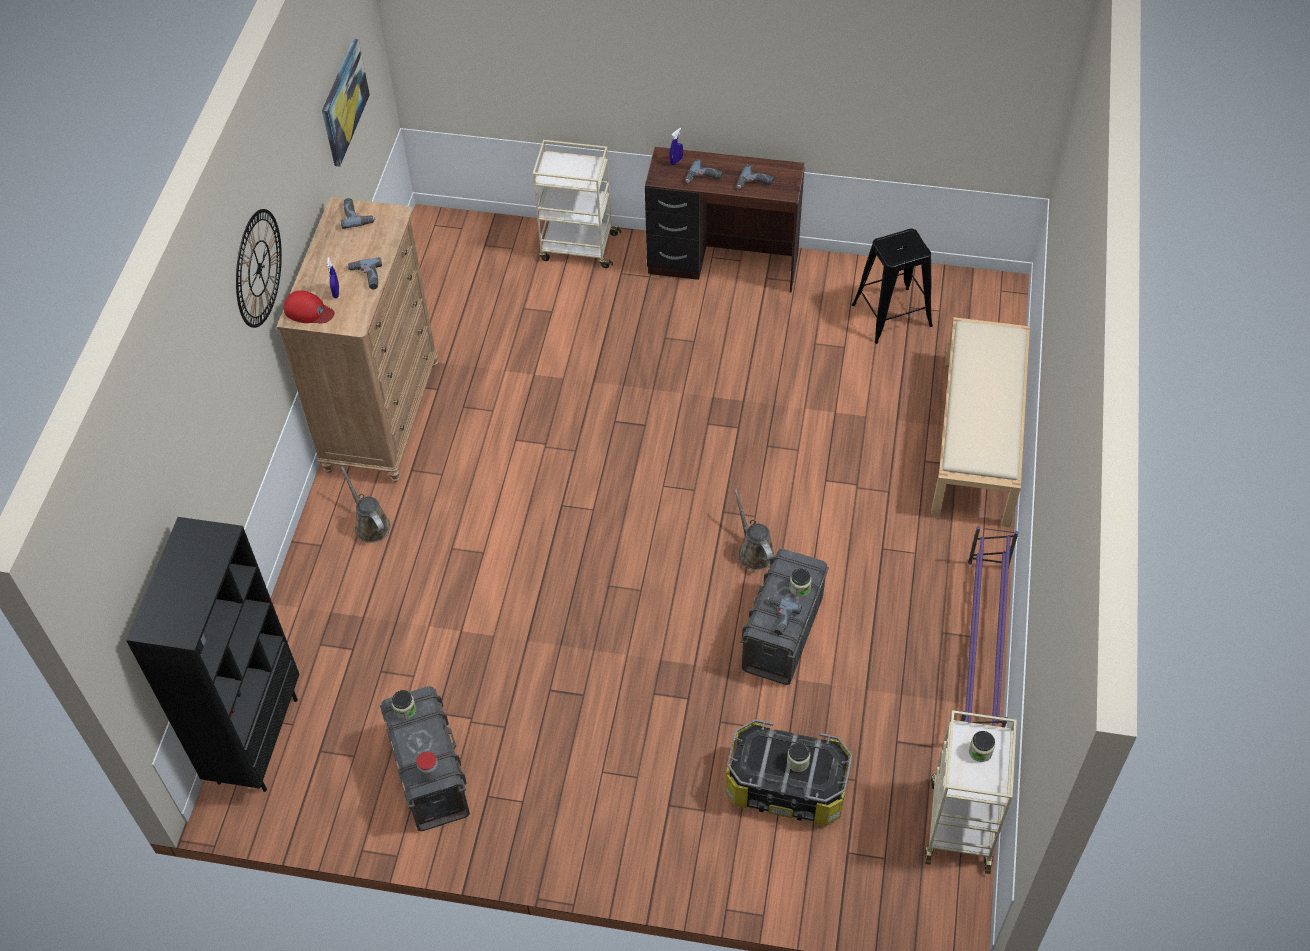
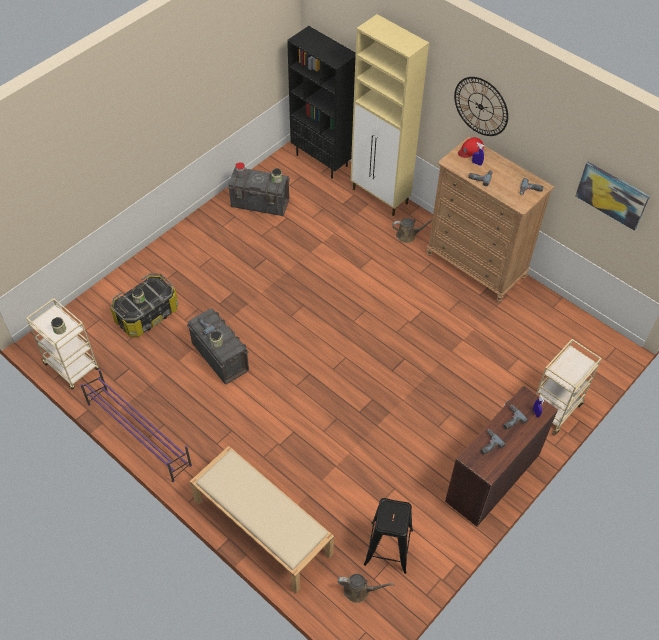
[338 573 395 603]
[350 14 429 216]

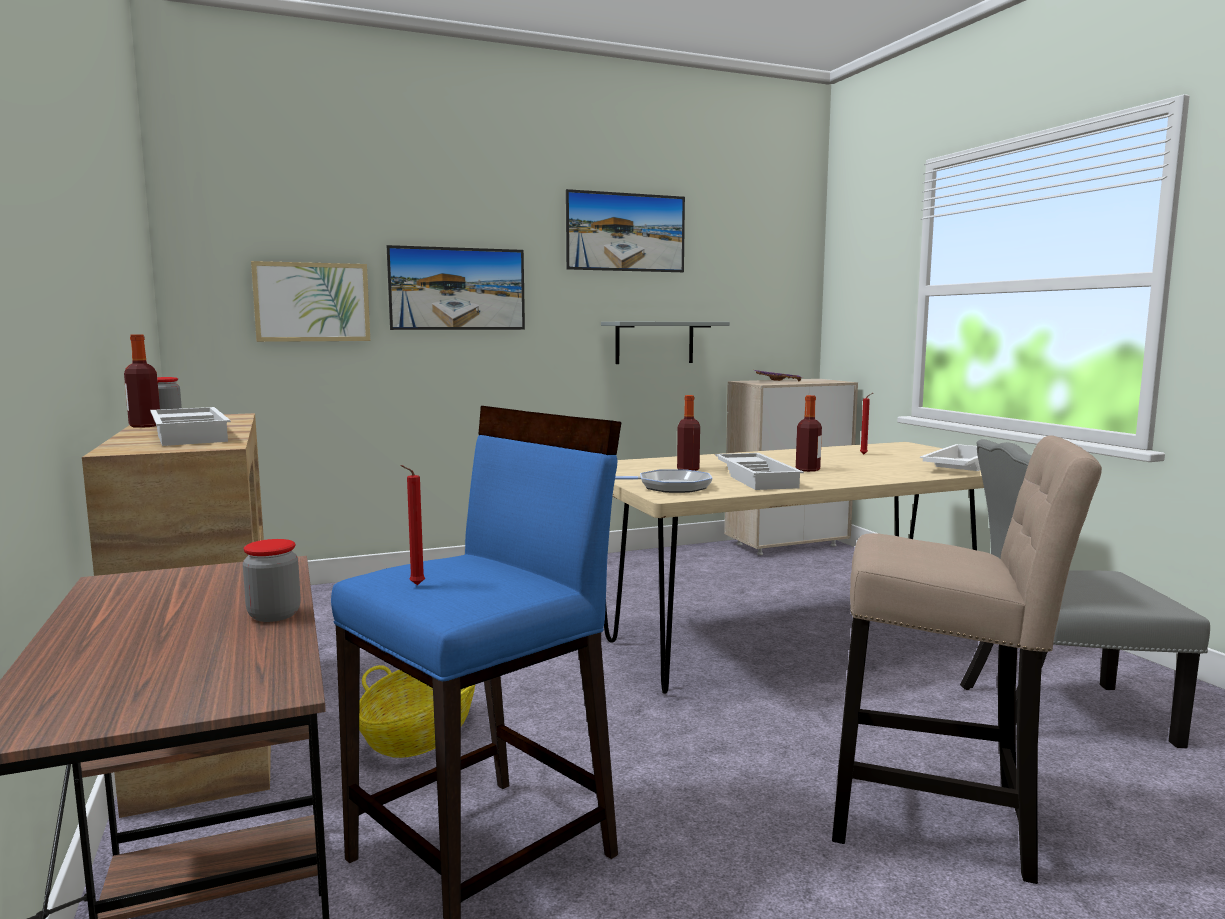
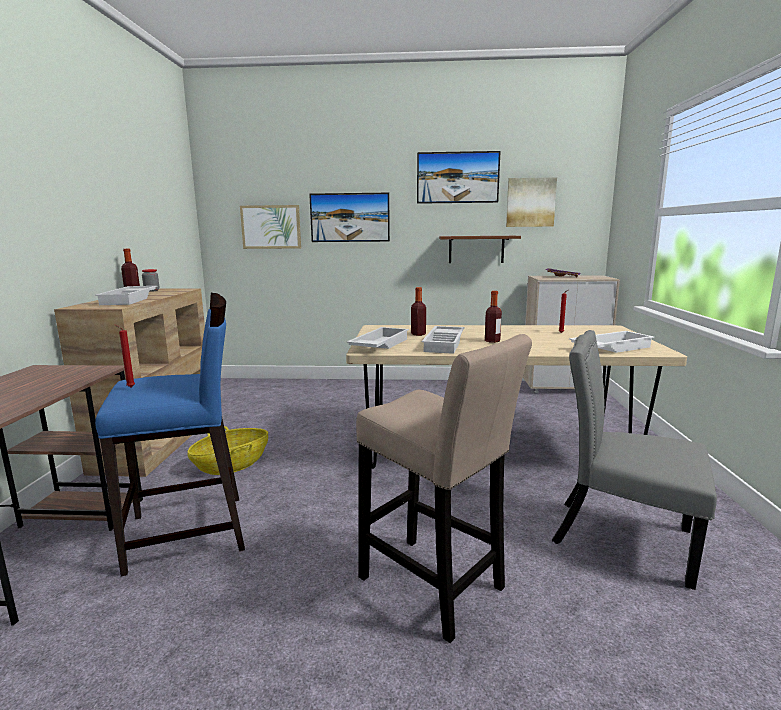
[346 327 409 349]
[439 236 521 263]
[506 177 557 227]
[243 539 301 622] (first image)

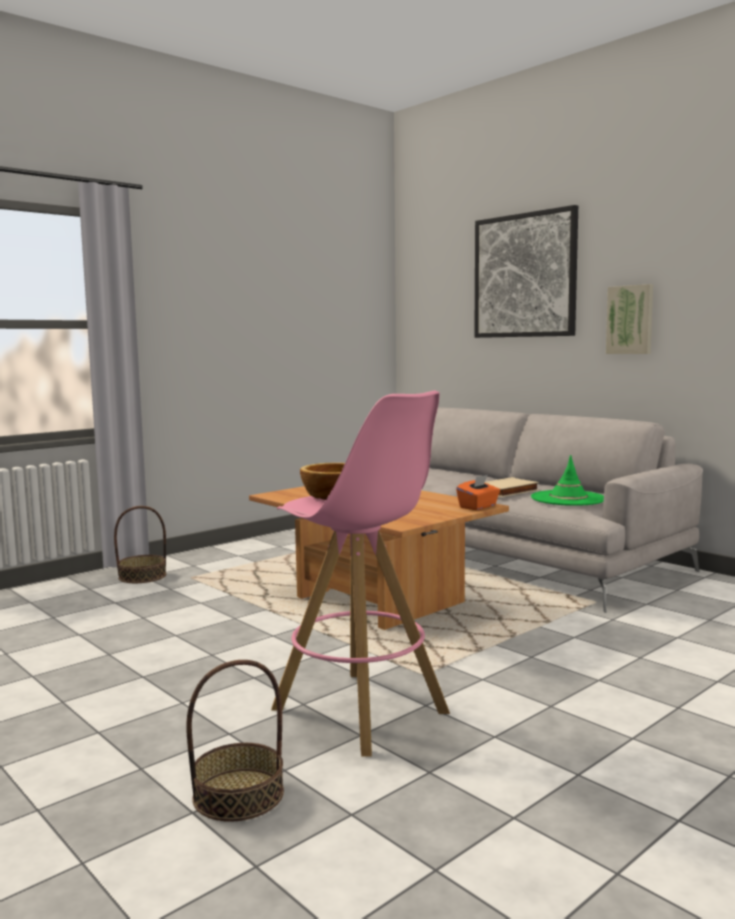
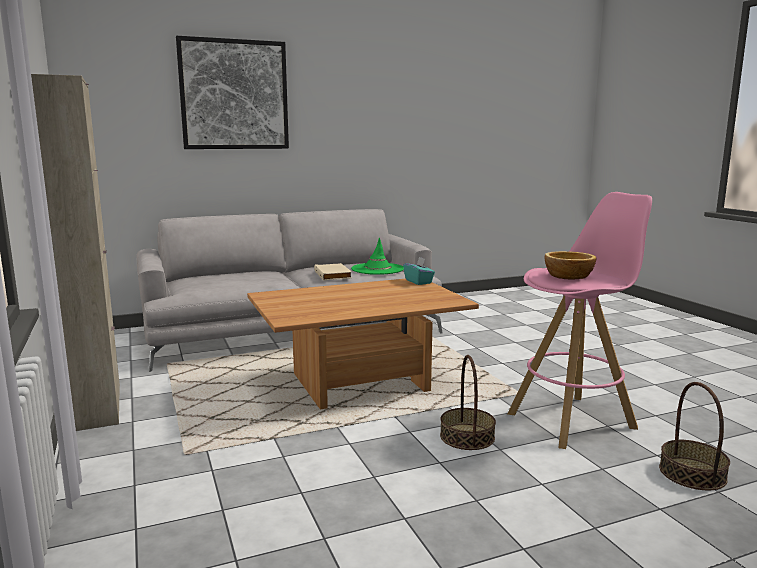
[31 74 120 431]
[403 257 435 285]
[440 355 496 450]
[606 284 653 354] (first image)

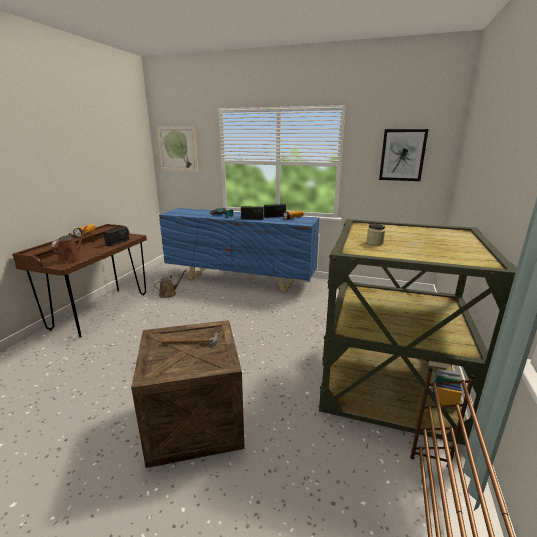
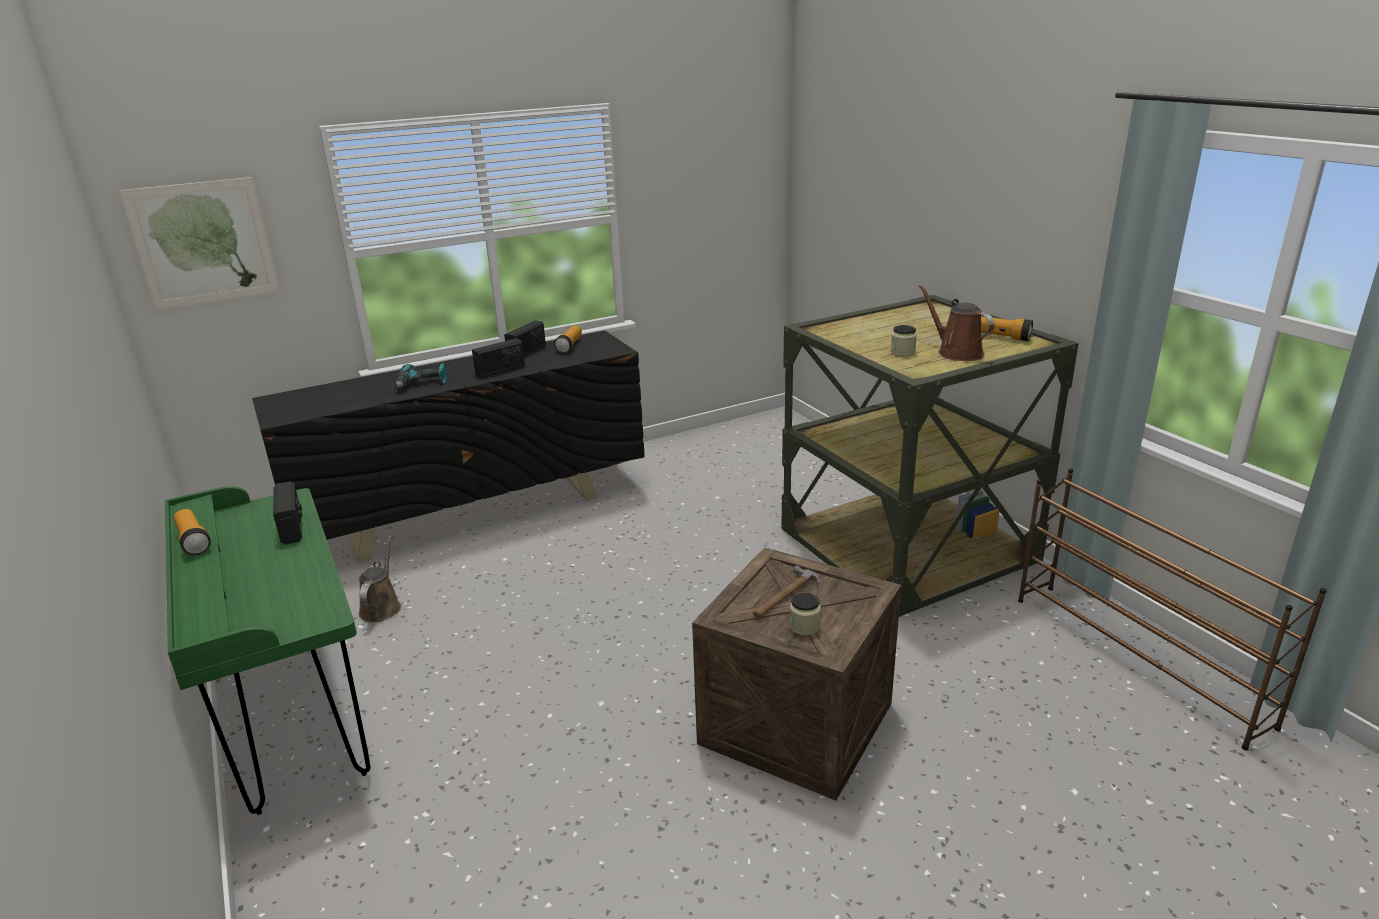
[165 486 371 815]
[252 331 645 563]
[789 593 821 635]
[919 284 994 361]
[981 316 1033 341]
[379 129 428 181] (first image)

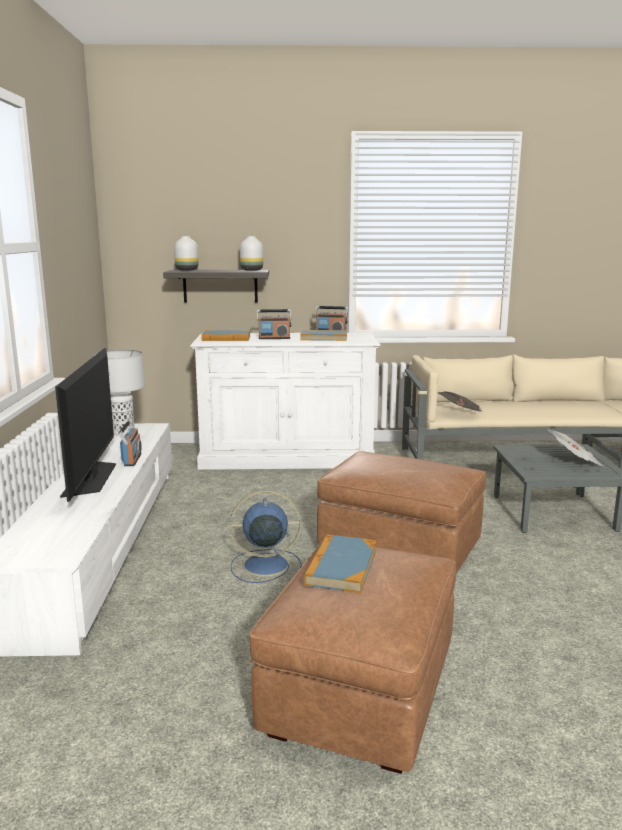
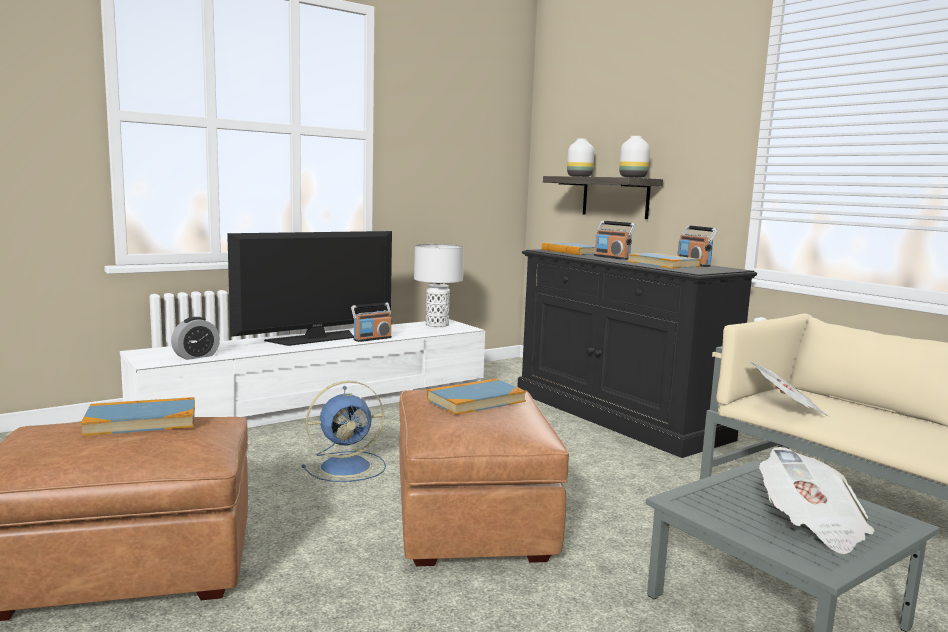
[171 317 220 360]
[302 381 386 482]
[427 379 526 415]
[517 249 757 458]

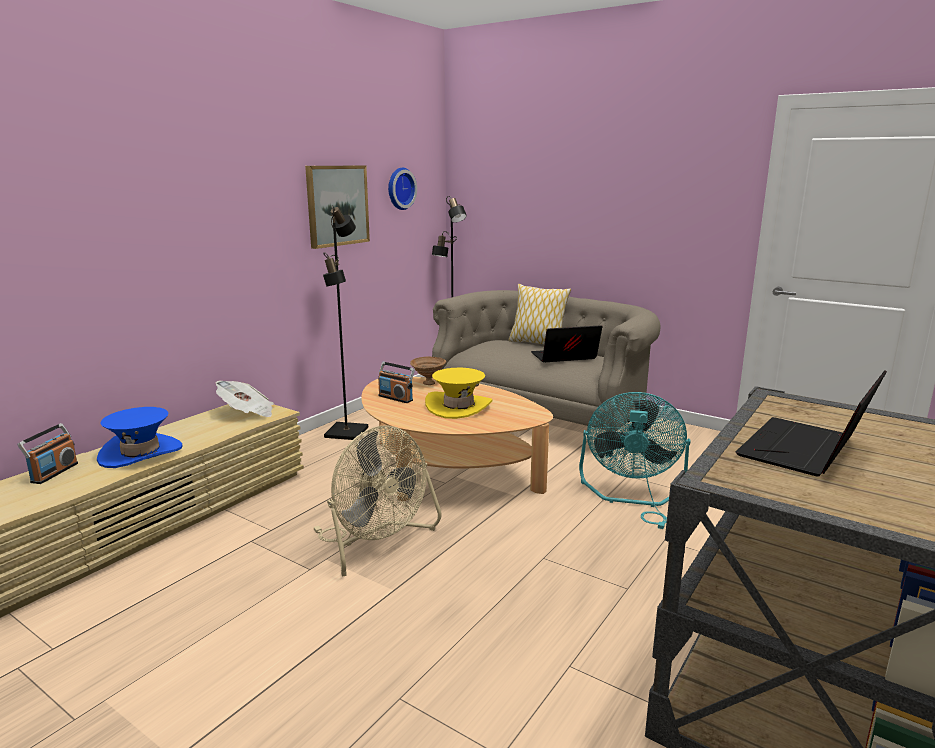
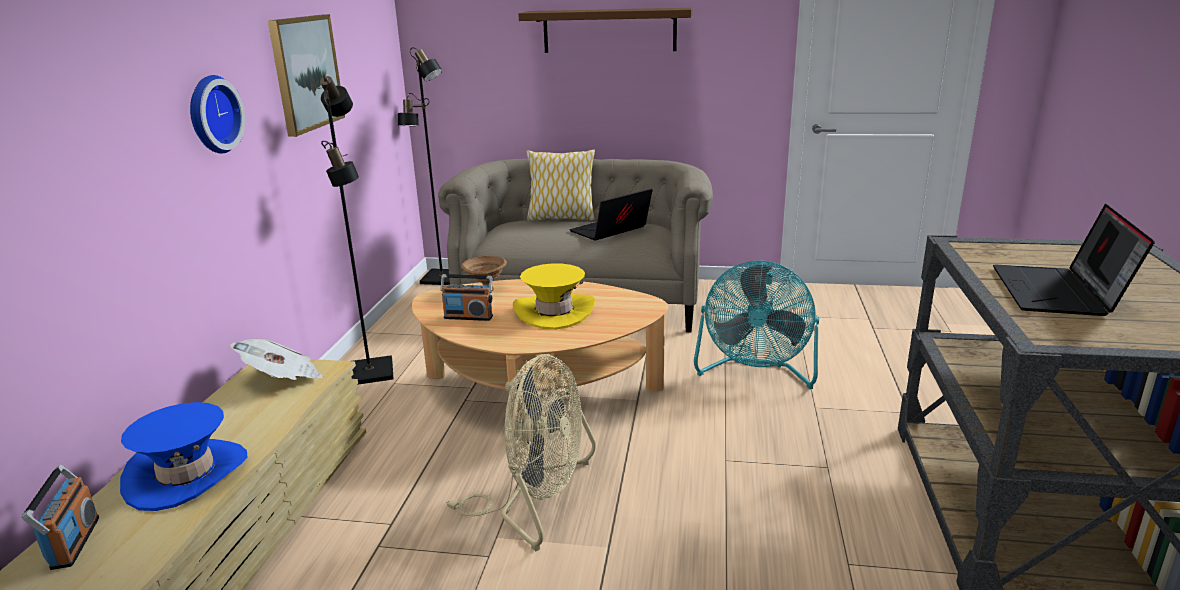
[190 75 245 154]
[518 8 693 53]
[694 261 819 389]

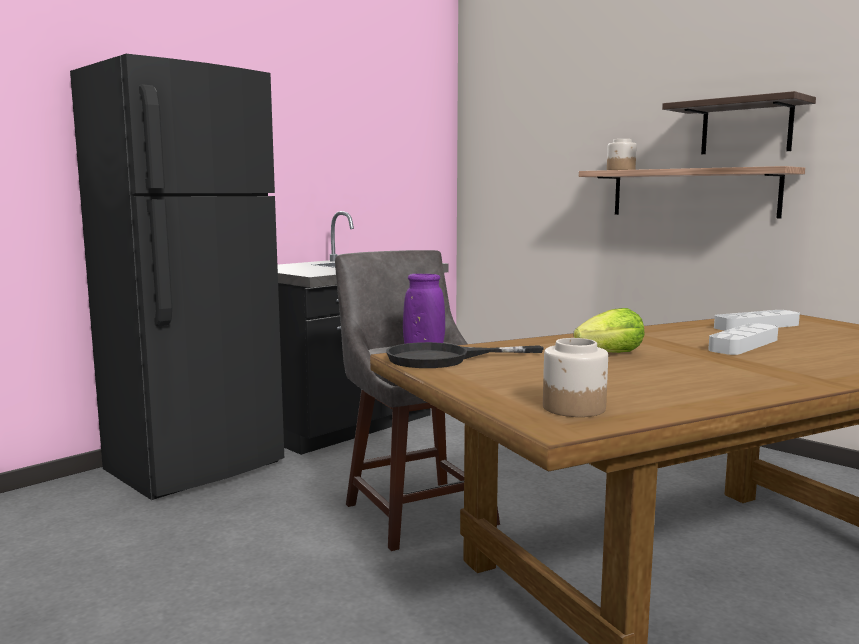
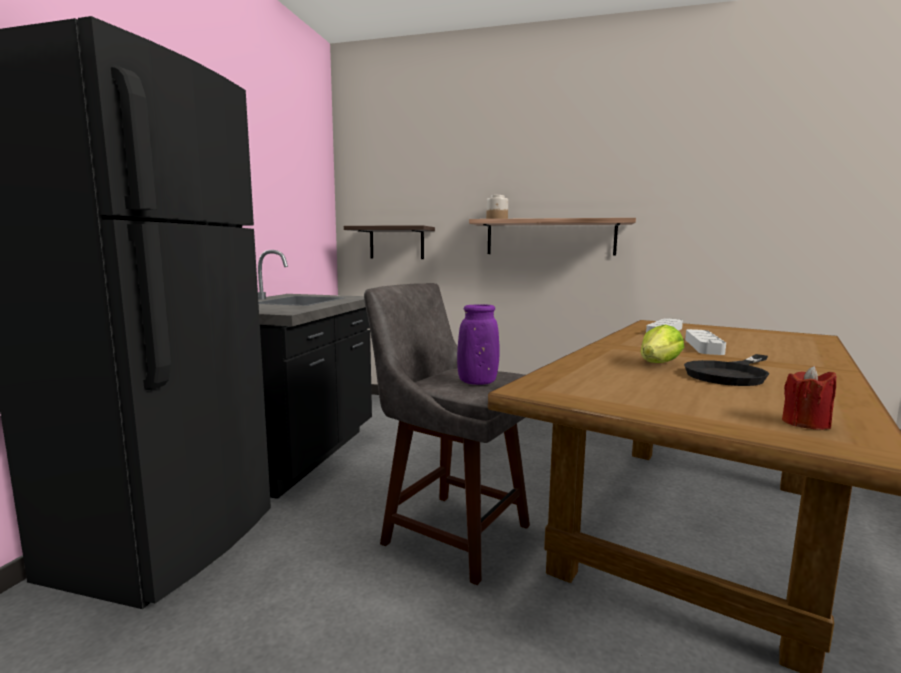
[344 225 435 259]
[684 354 769 386]
[782 366 837 430]

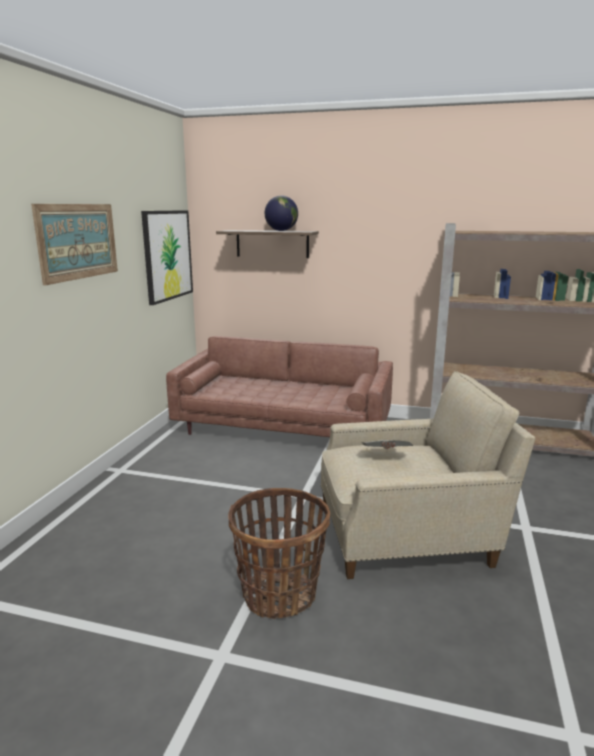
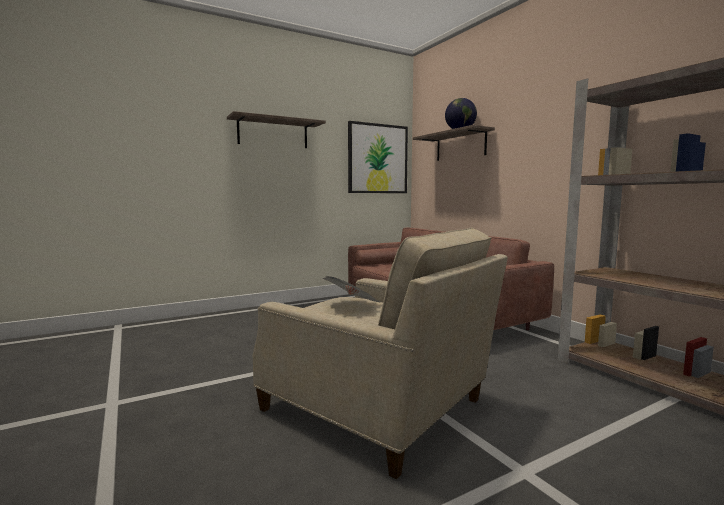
[227 111 326 148]
[228 488 330 620] (first image)

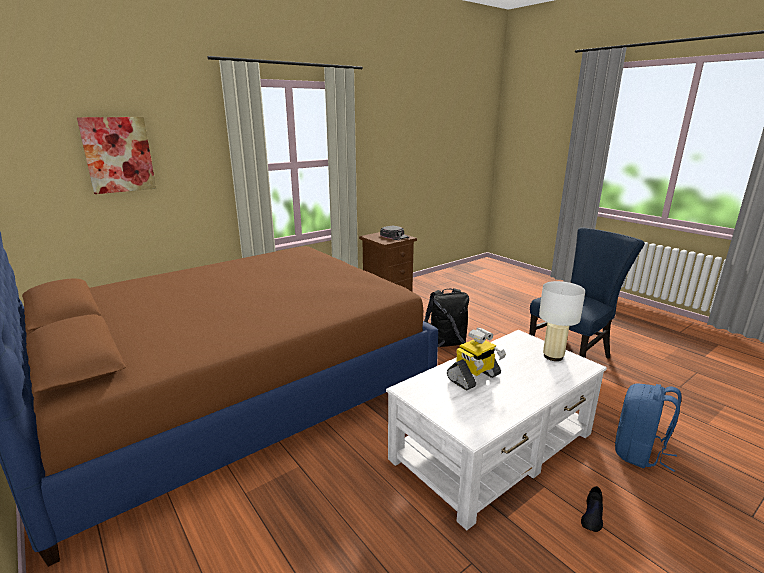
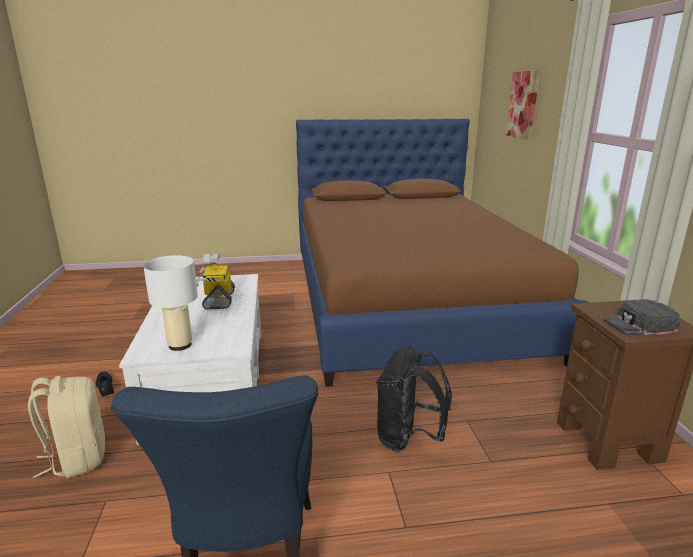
[28 376 105 478]

